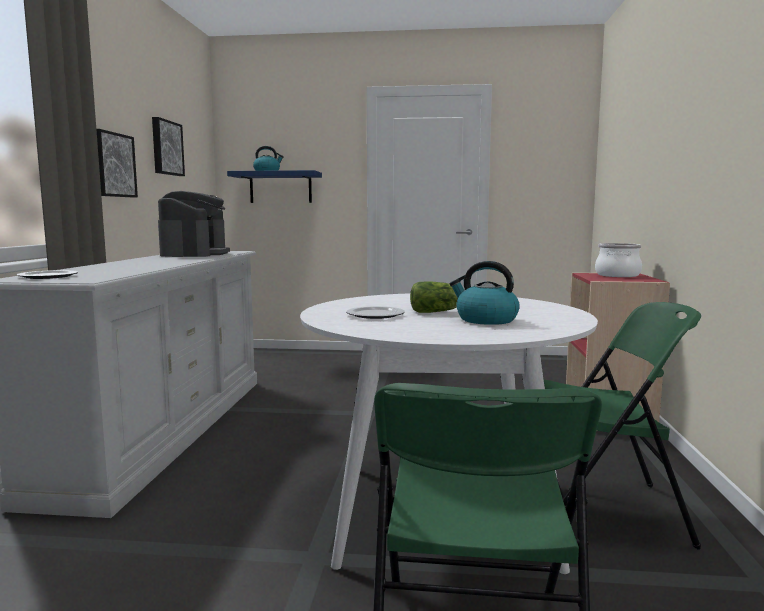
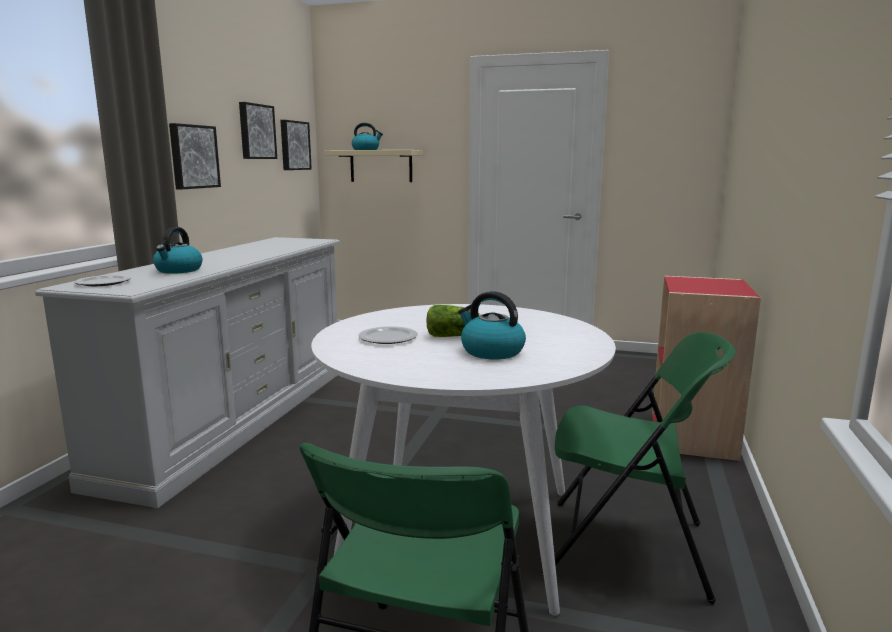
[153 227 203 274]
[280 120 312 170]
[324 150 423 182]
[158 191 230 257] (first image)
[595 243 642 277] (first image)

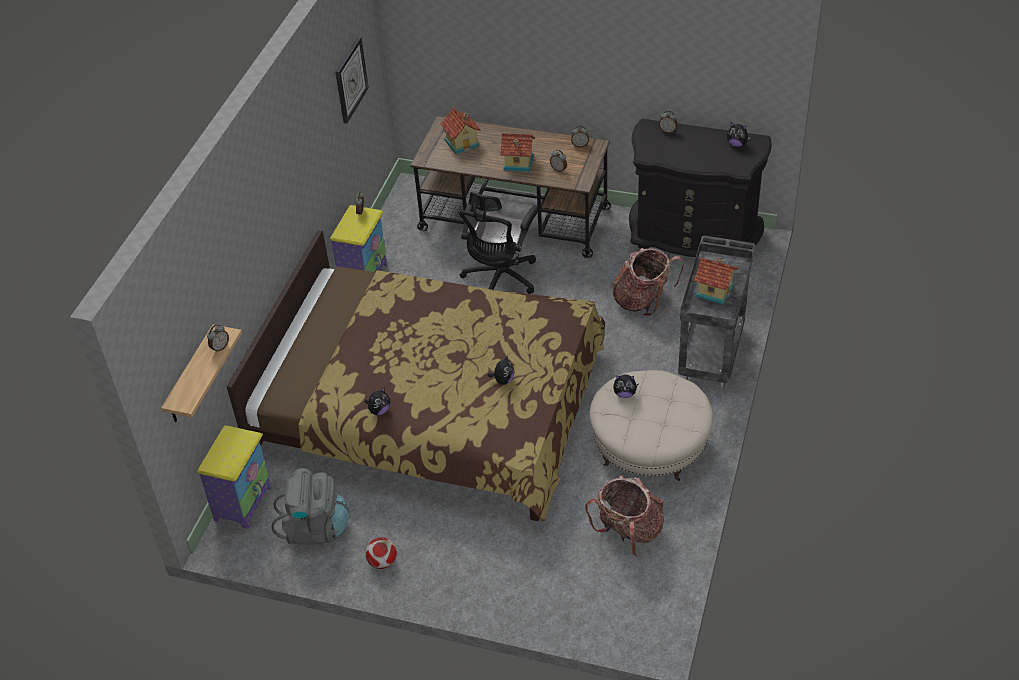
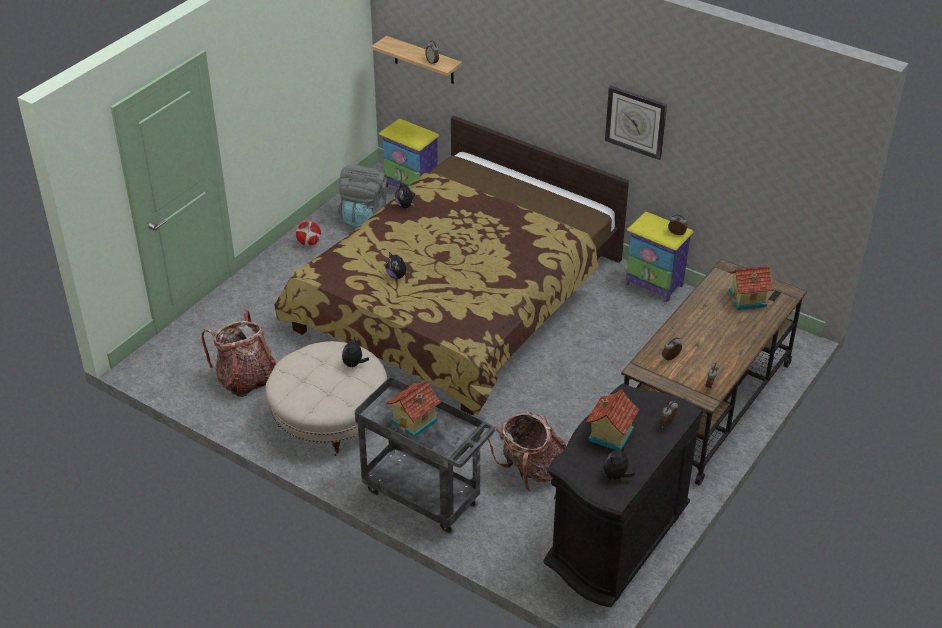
[586 389 640 450]
[605 86 667 160]
[459 192 539 294] (first image)

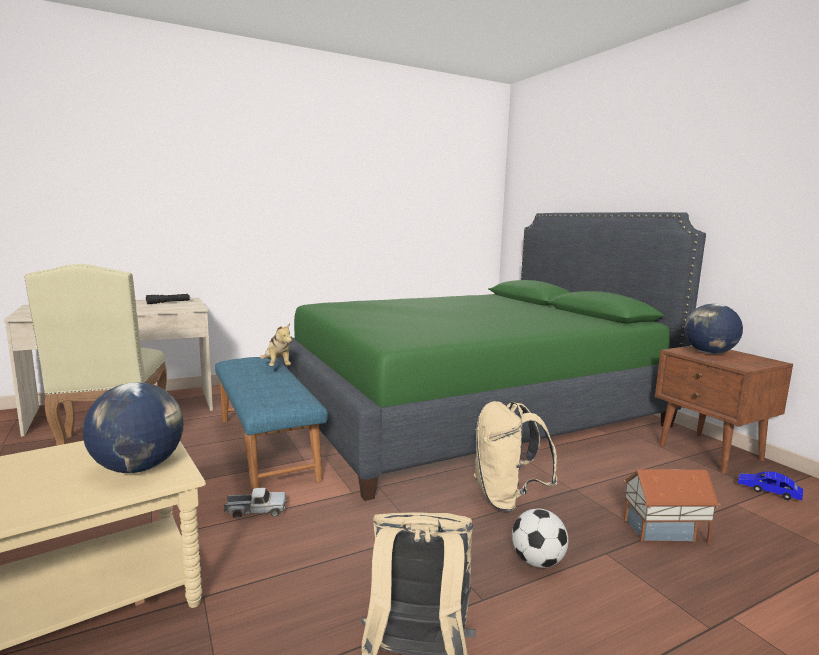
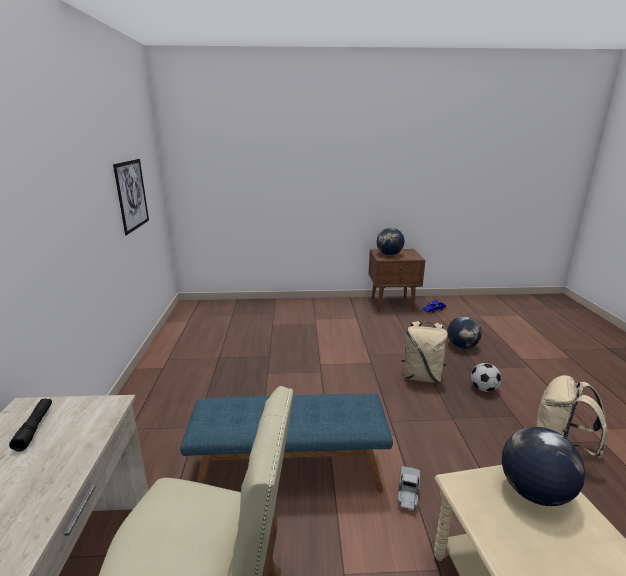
[113 159 149 235]
[447 316 482 349]
[260 323 292 366] (first image)
[277 212 706 501] (first image)

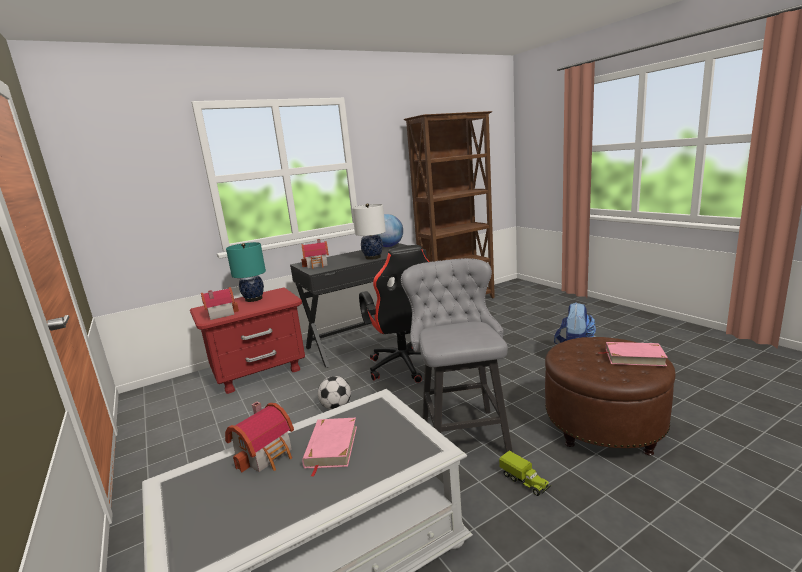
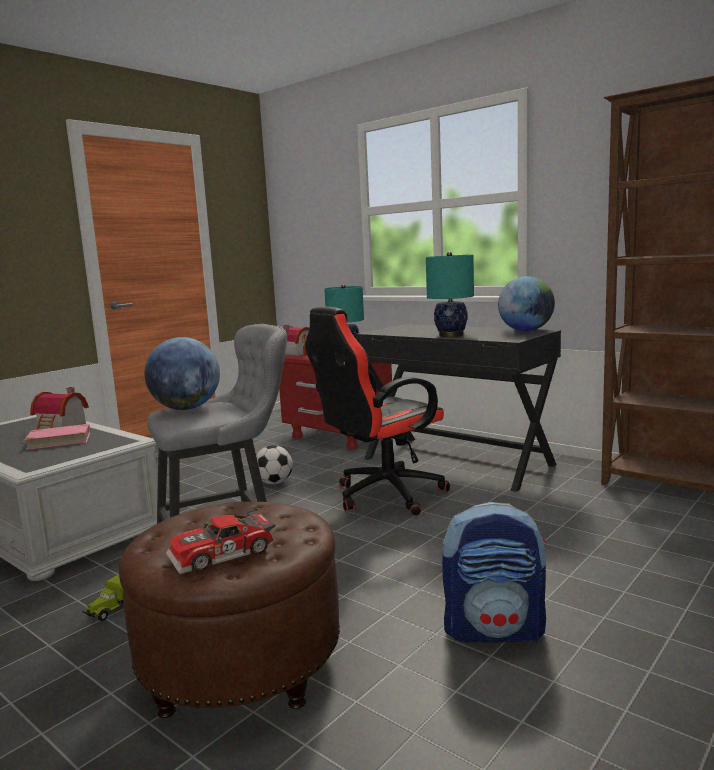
[144 337 220 410]
[166 509 276 574]
[426 252 474 337]
[301 239 329 269] (first image)

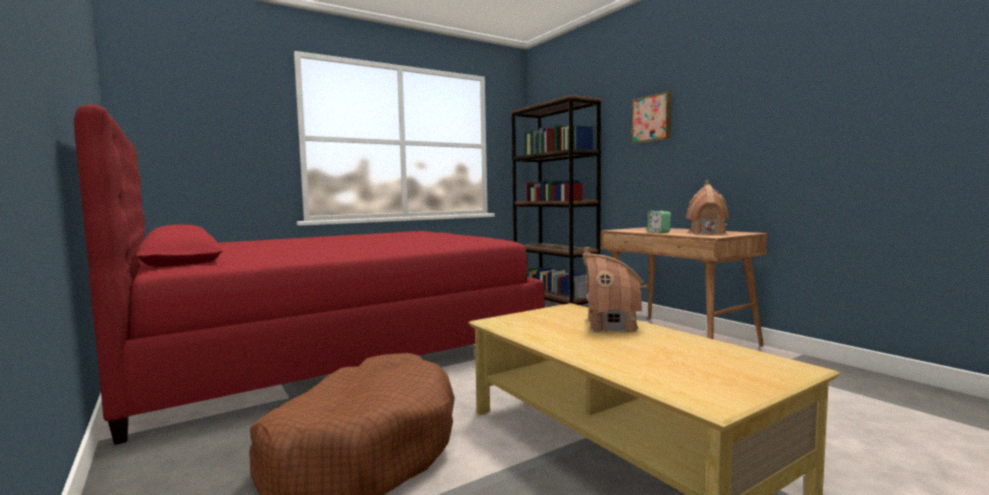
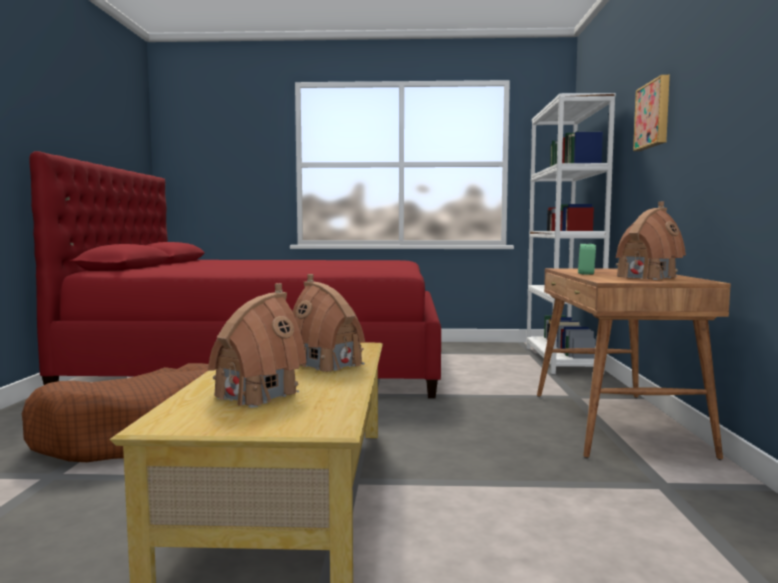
[208 283 307 408]
[526 93 616 375]

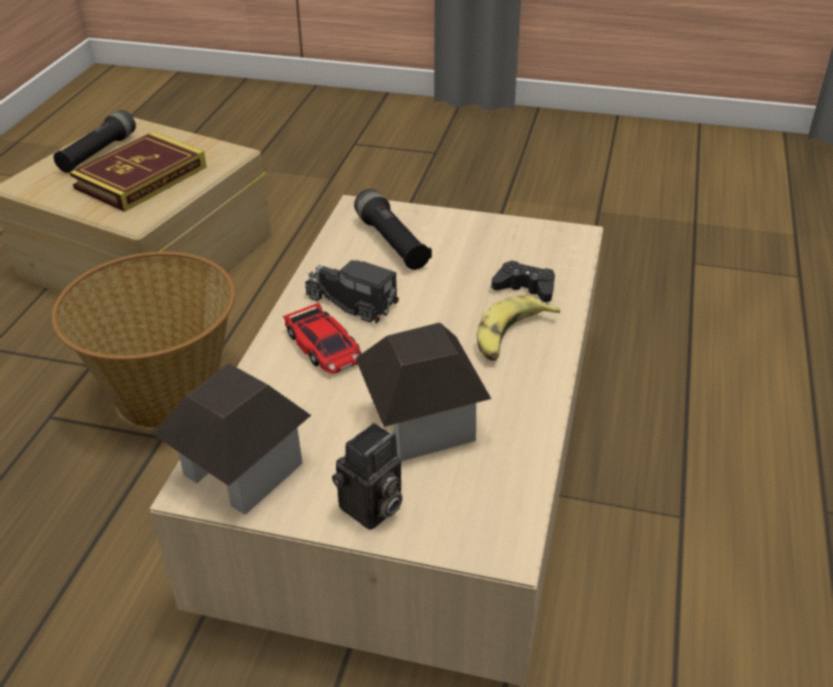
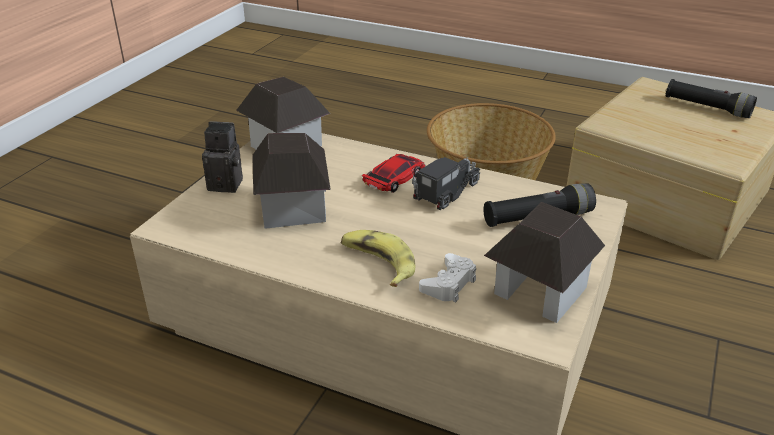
[202 121 243 193]
[361 154 426 193]
[419 253 476 302]
[484 202 605 323]
[70 132 207 212] (first image)

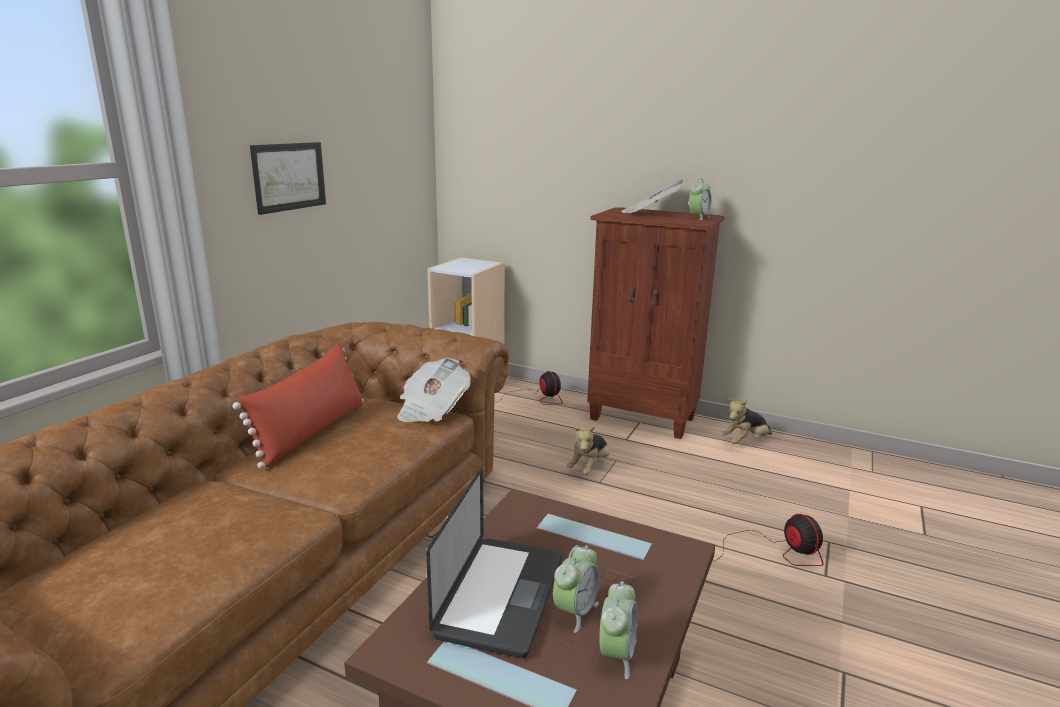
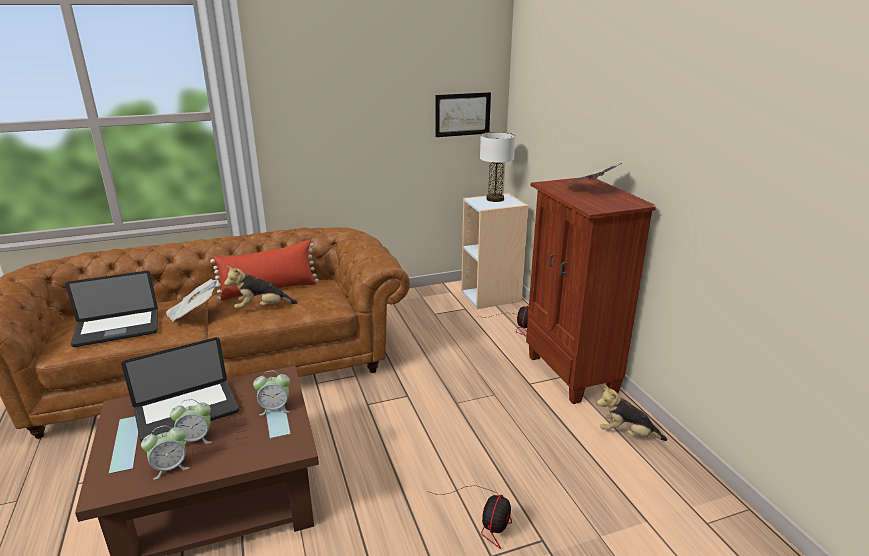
[65 271 158 347]
[166 279 219 322]
[224 266 298 309]
[253 371 290 415]
[436 92 491 137]
[480 132 515 202]

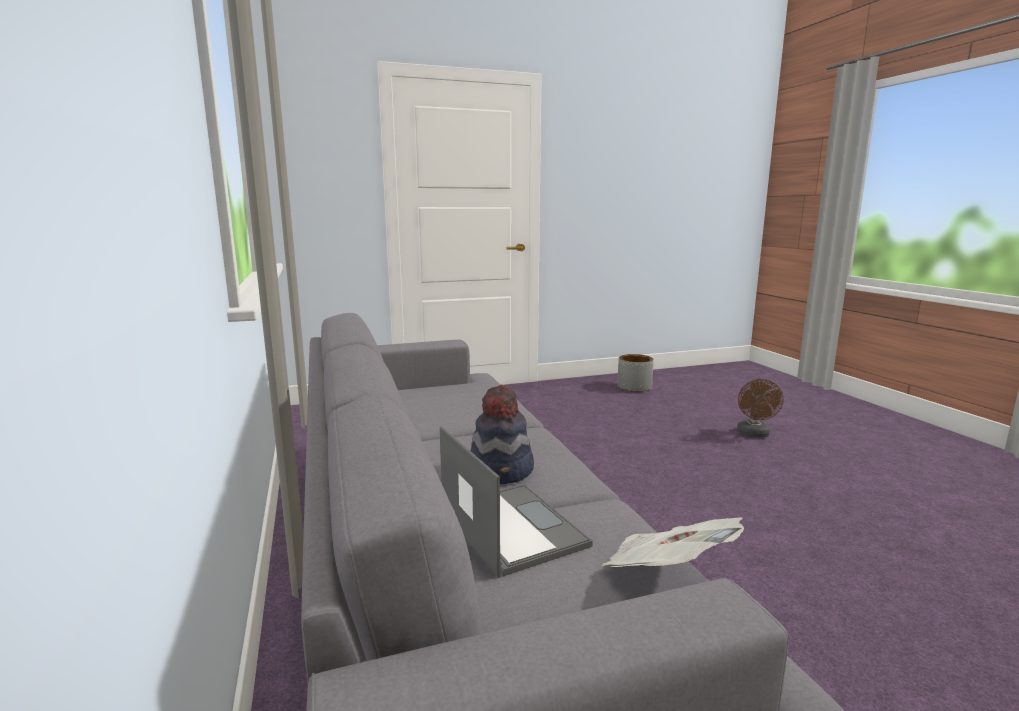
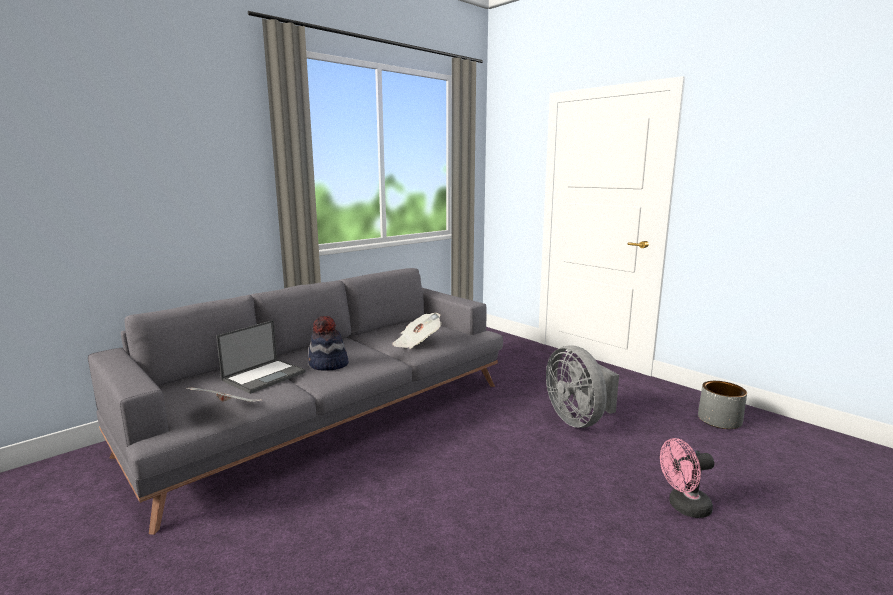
[392 313 442 349]
[546 345 619 428]
[660 438 714 518]

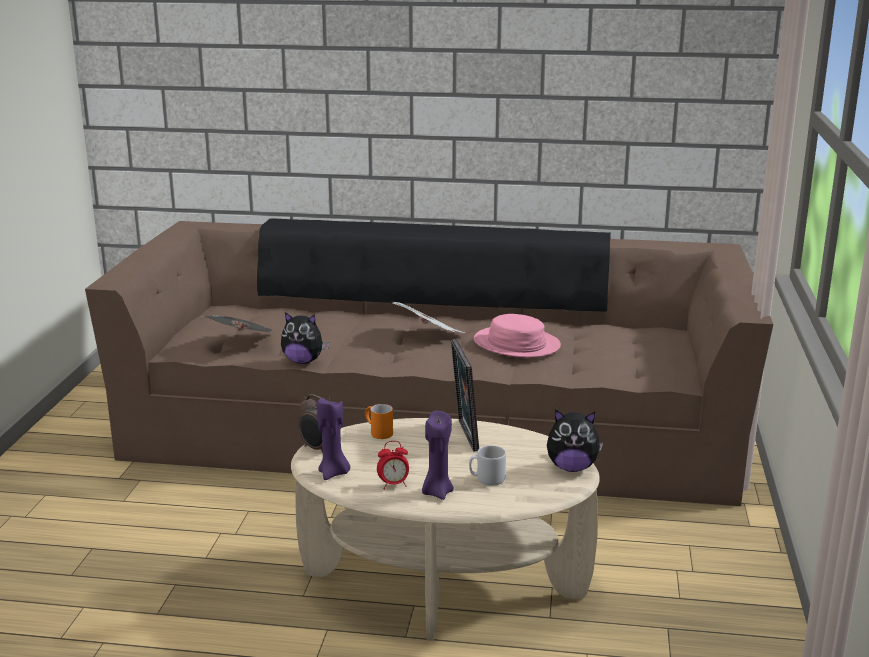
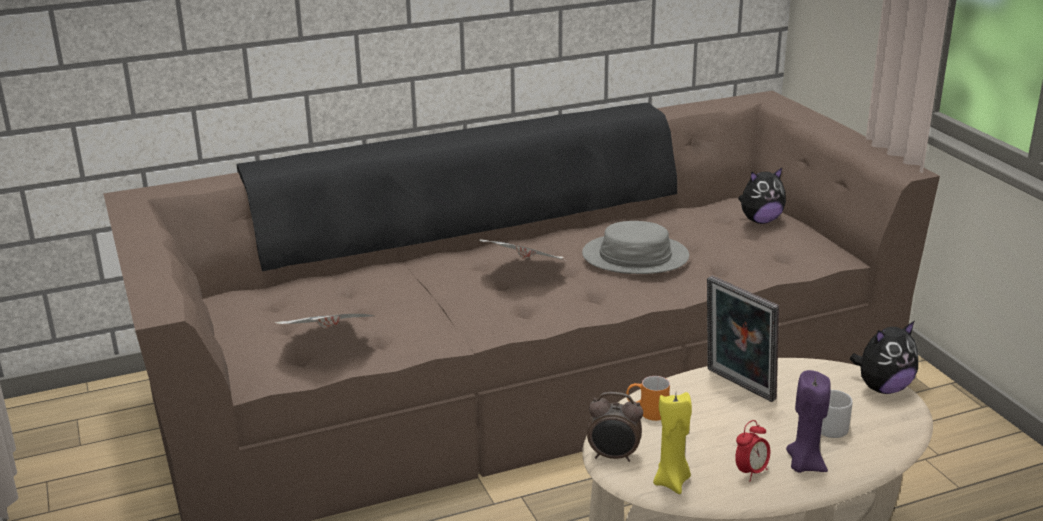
[582 221 689 274]
[653 392 692 494]
[738 168 786 224]

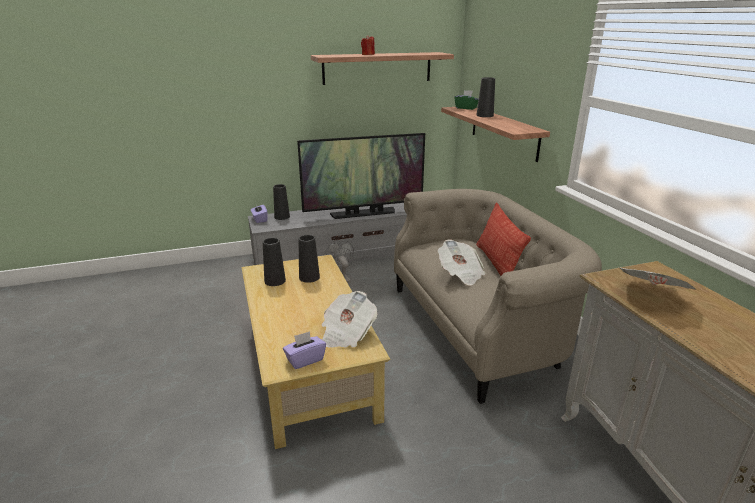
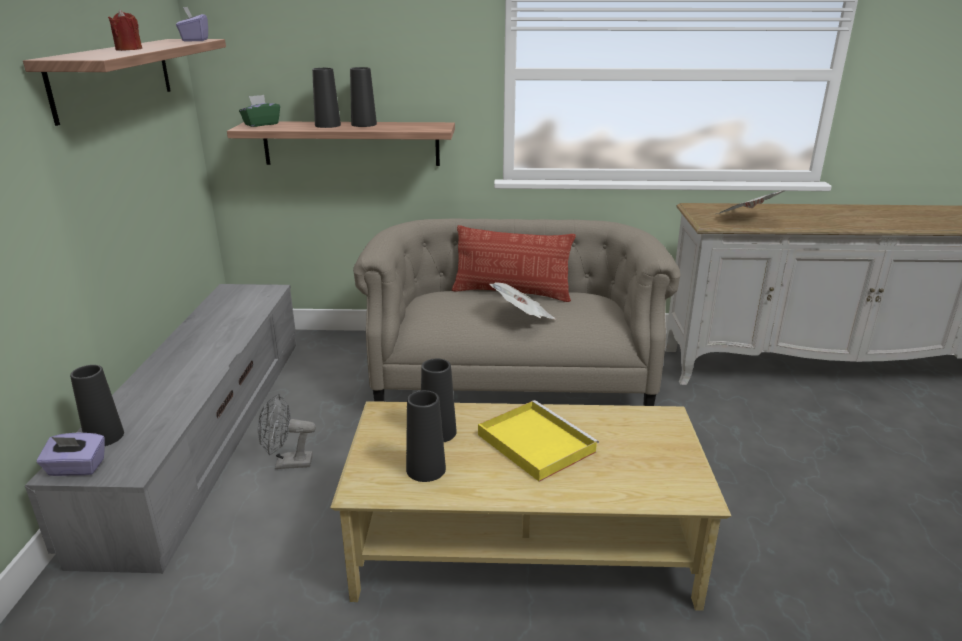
[176 7 208 41]
[350 67 377 127]
[478 400 599 482]
[297 133 425 219] (first image)
[322 291 377 348] (first image)

